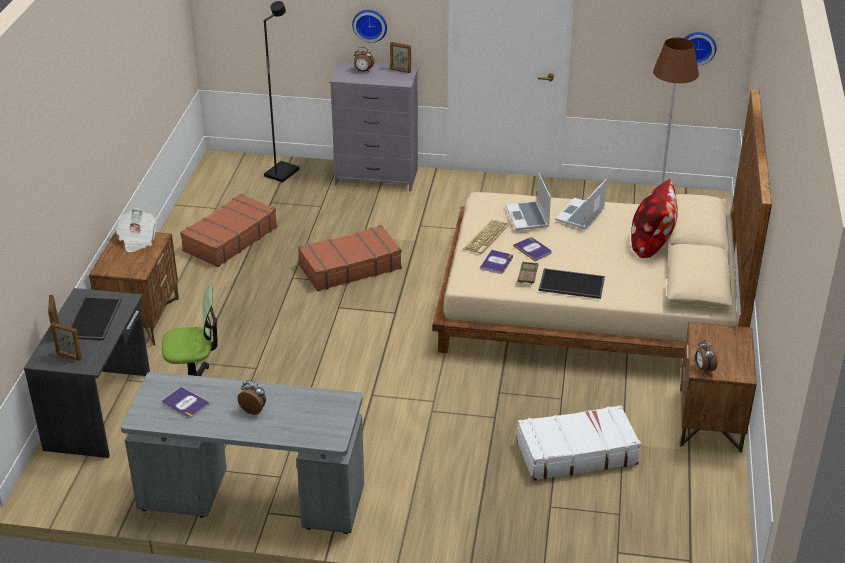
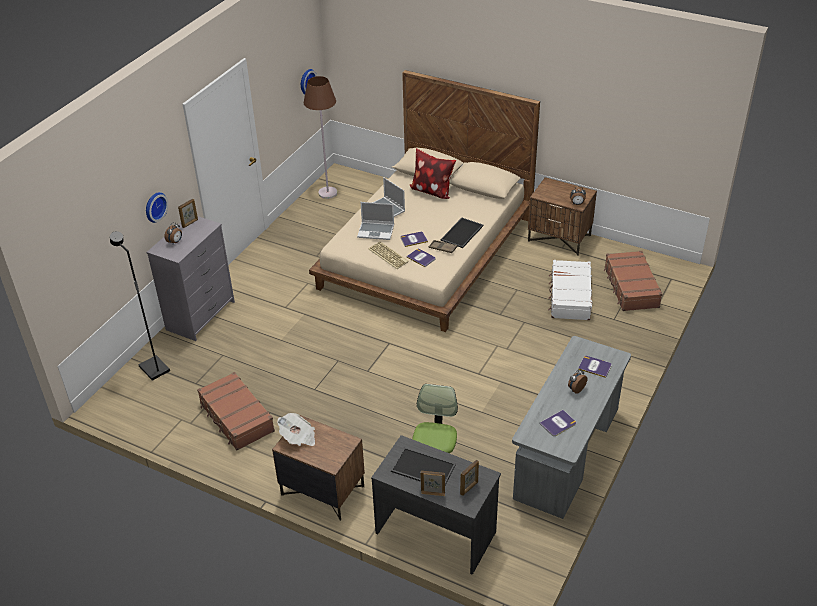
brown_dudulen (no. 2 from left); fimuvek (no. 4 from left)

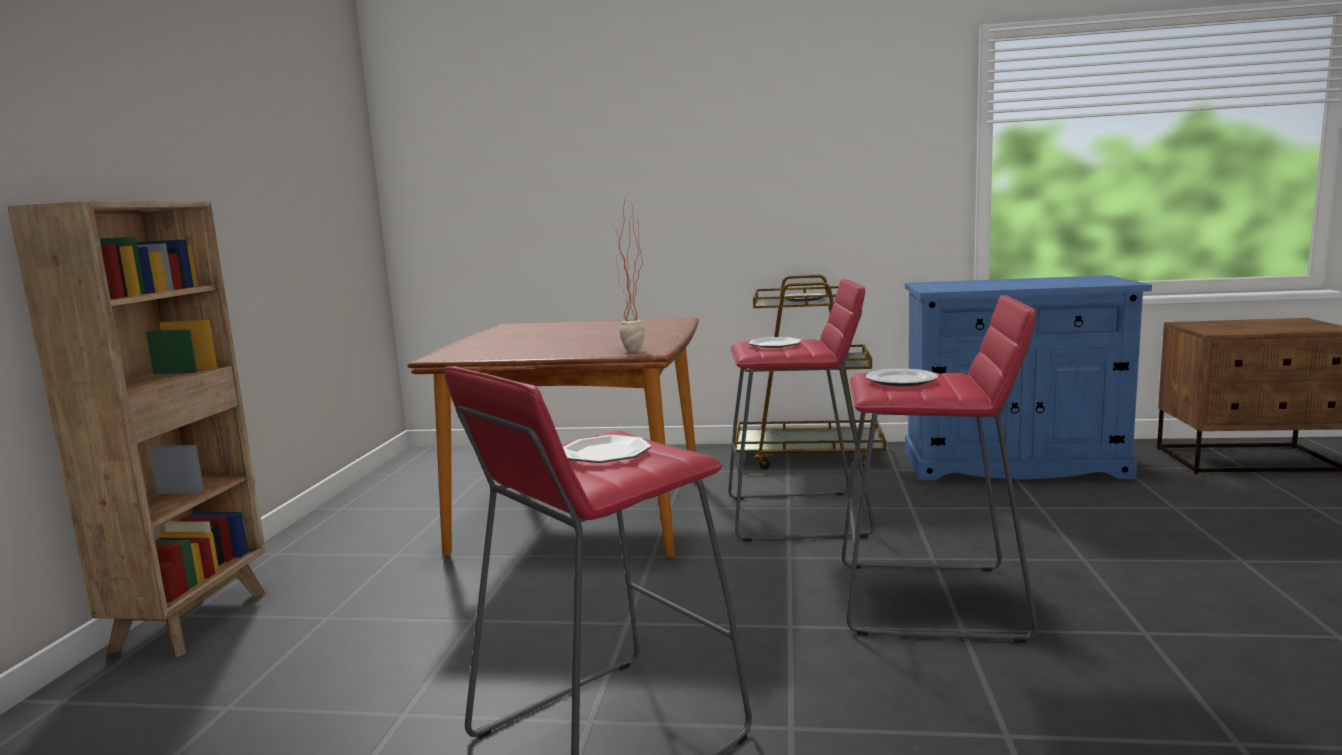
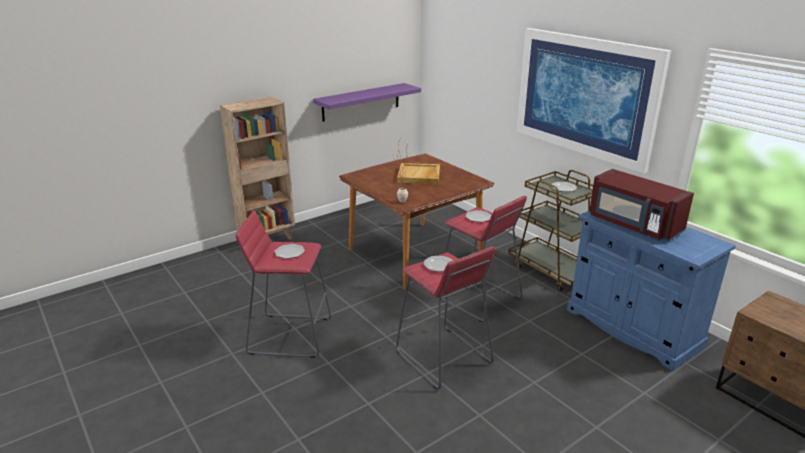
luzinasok; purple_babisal; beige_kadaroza; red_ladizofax

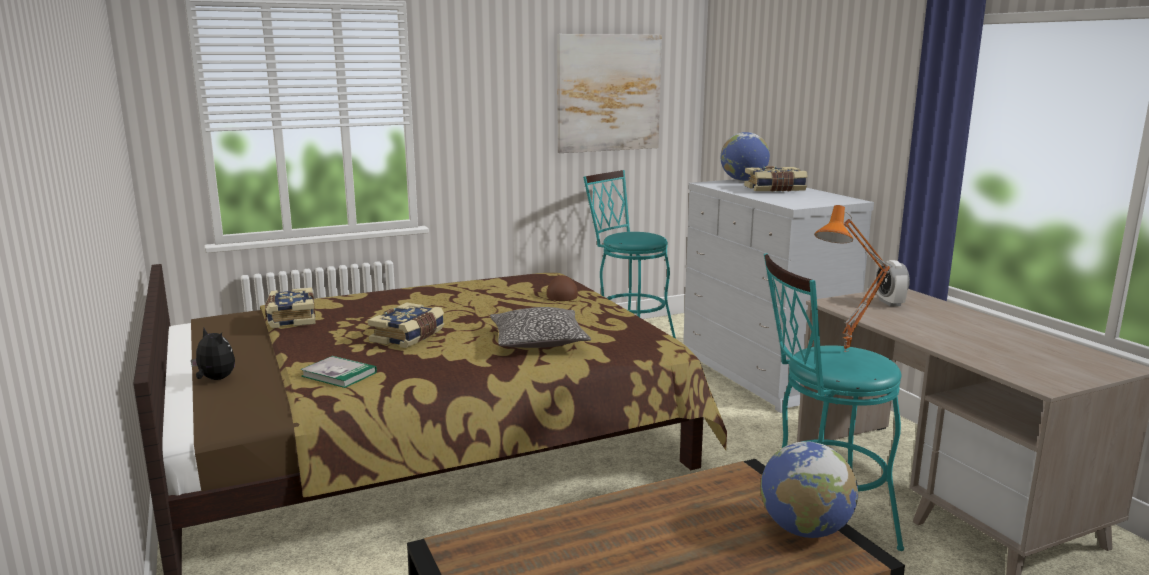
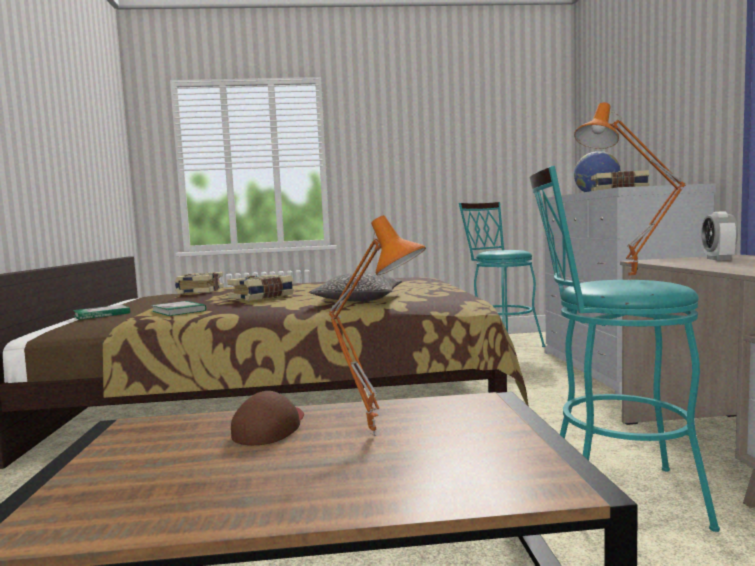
luzinasok; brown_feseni; fimuvek (no. 1 from left); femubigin (no. 2 from left in the first image); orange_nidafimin (no. 1 from left)

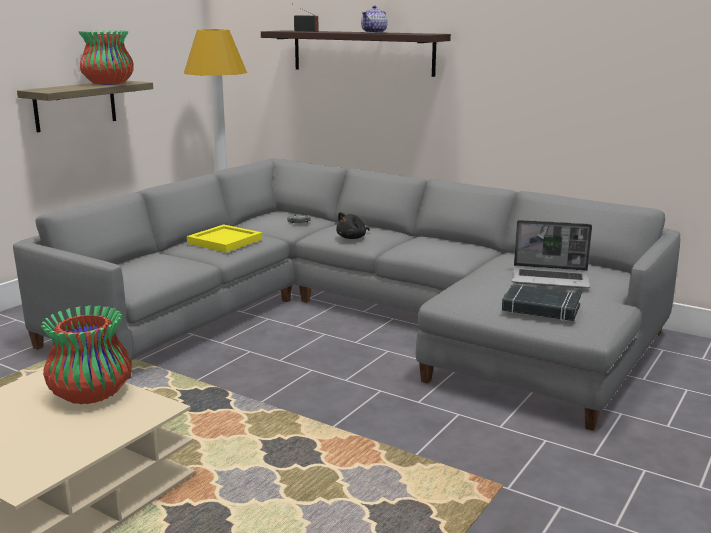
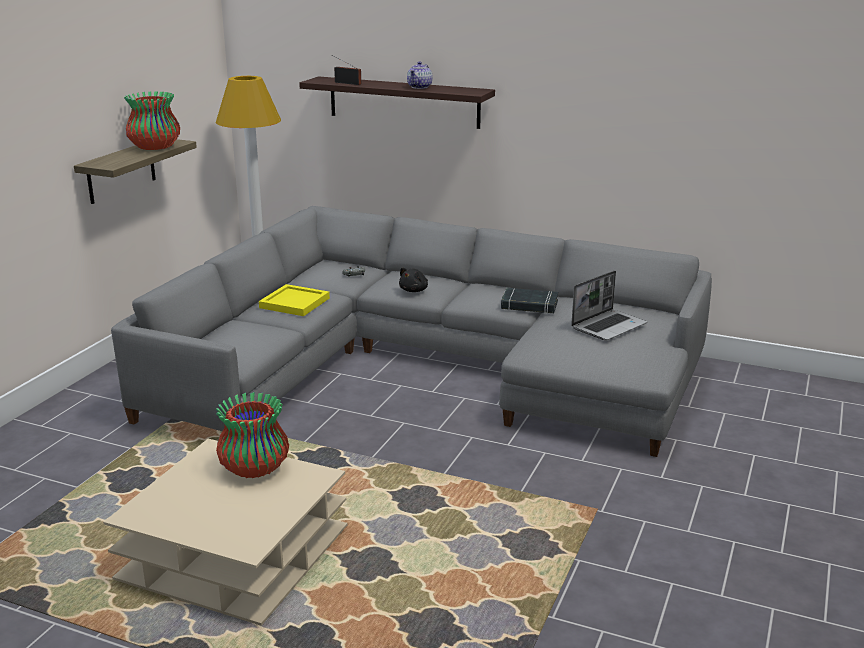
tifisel; black_fimuvek

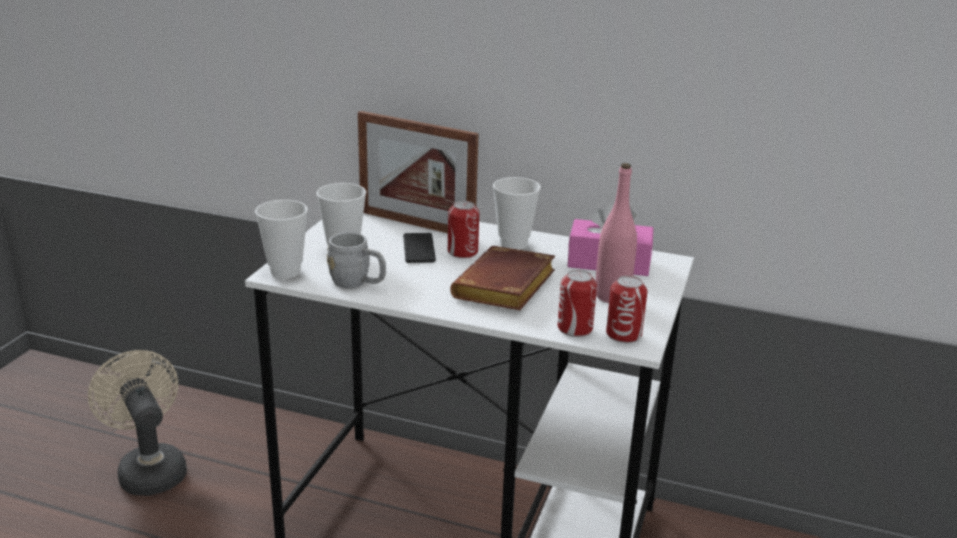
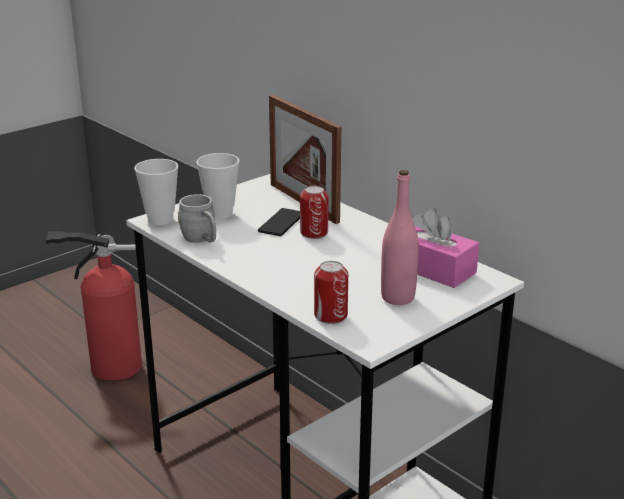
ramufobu (no. 3 from left in the first image); brown_fimuvek; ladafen (no. 3 from left in the first image); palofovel

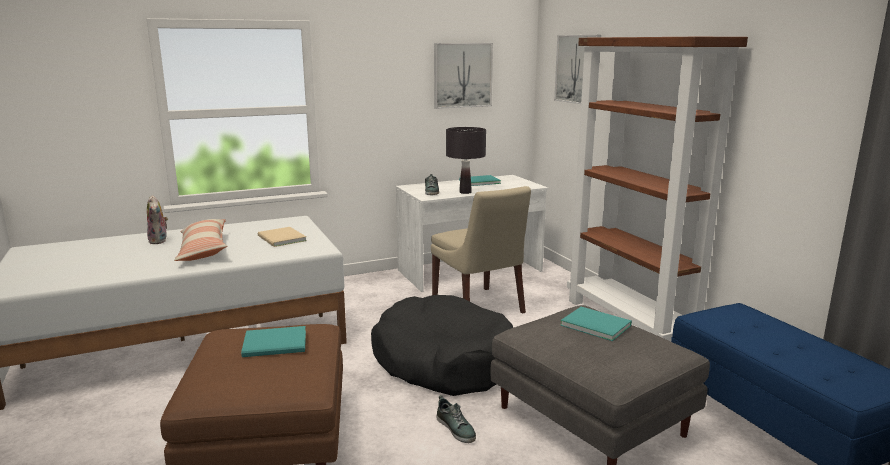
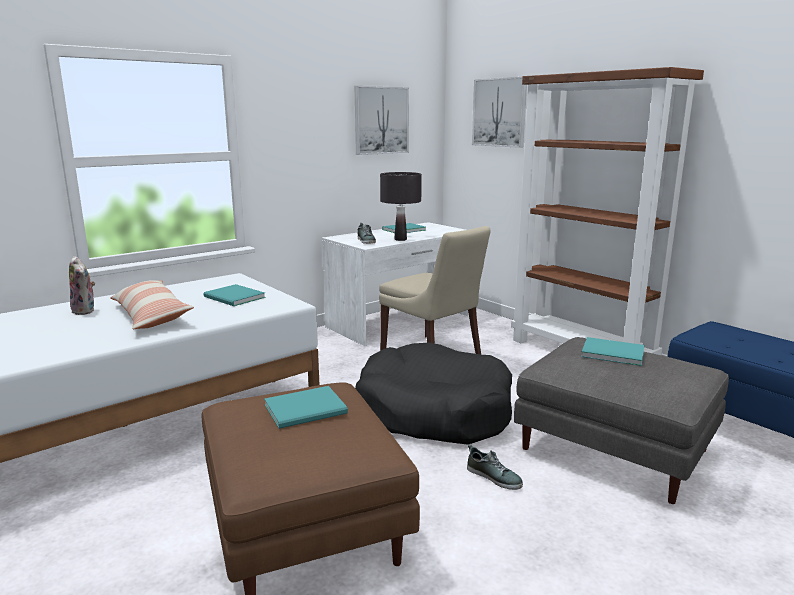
turquoise_fimuvek (no. 1 from left)

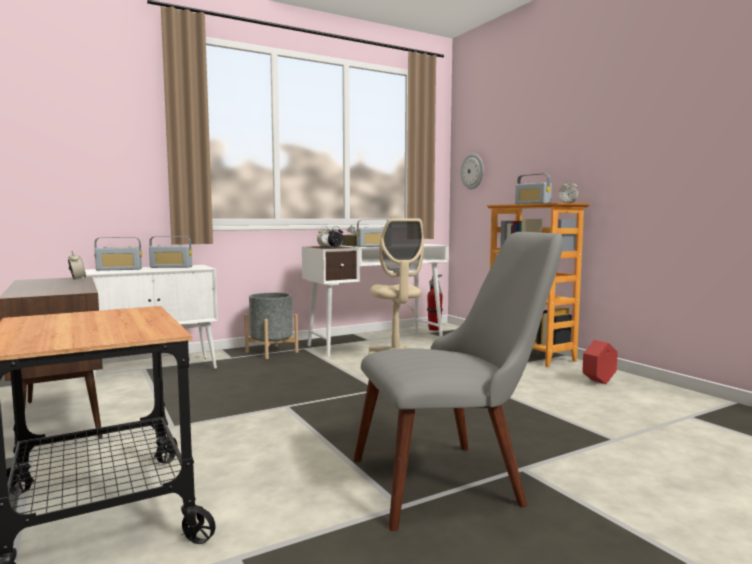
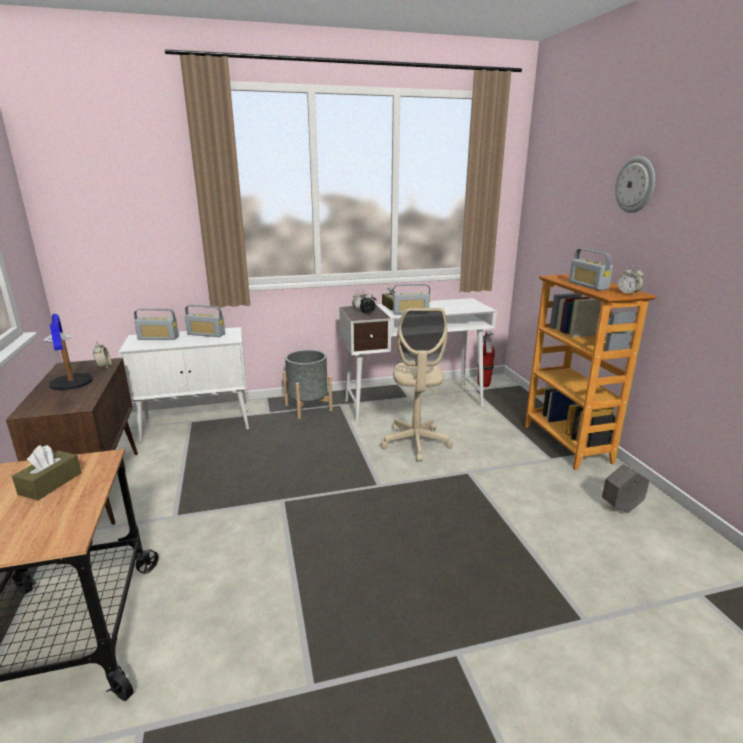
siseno; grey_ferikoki; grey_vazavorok (no. 2 from left); nidafimin; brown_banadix (no. 1 from left)

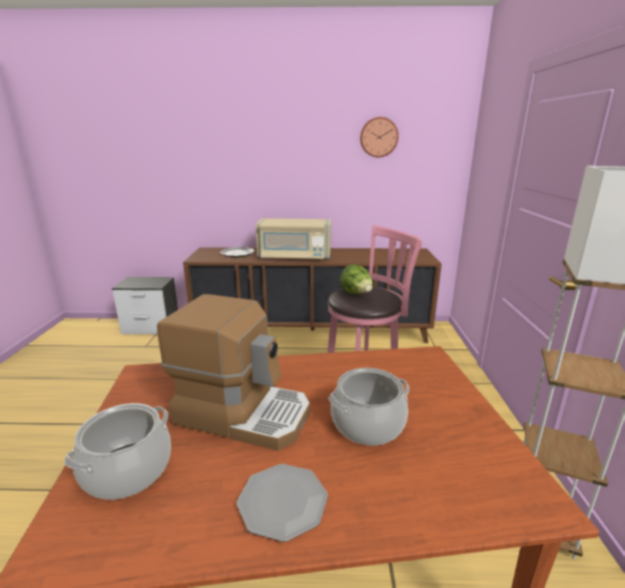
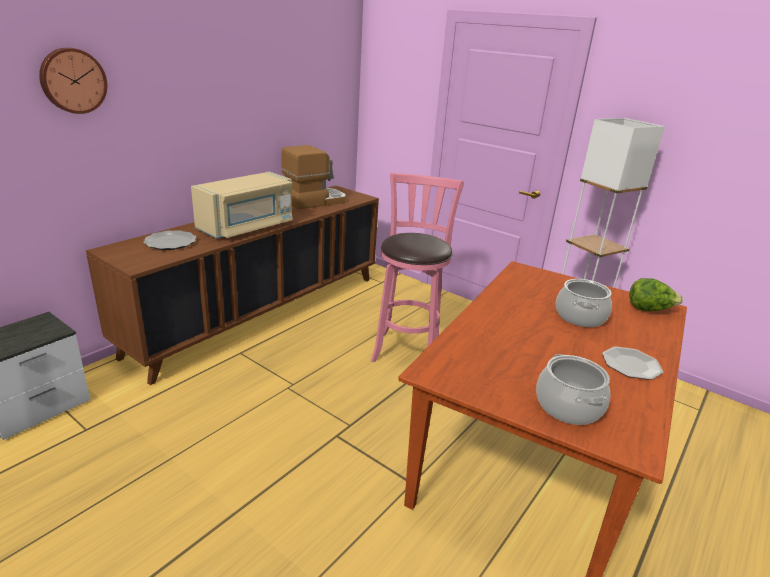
siseno; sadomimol; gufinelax

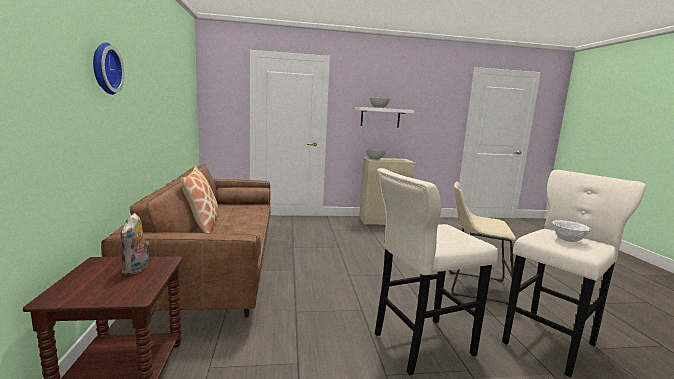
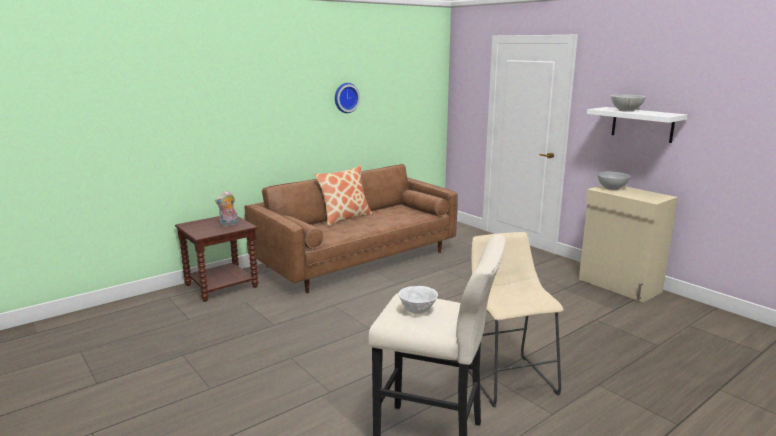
siseno; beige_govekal (no. 1 from left in the first image)

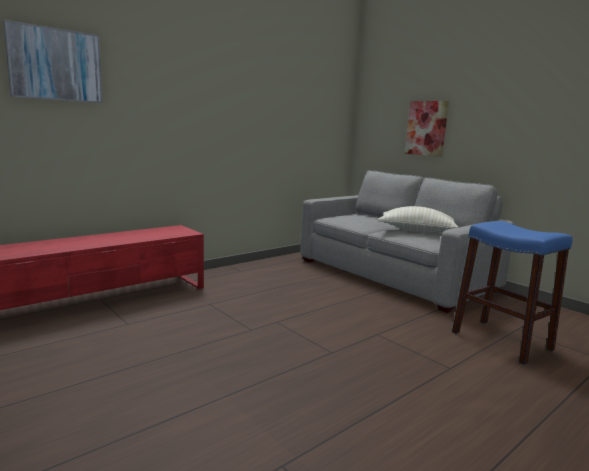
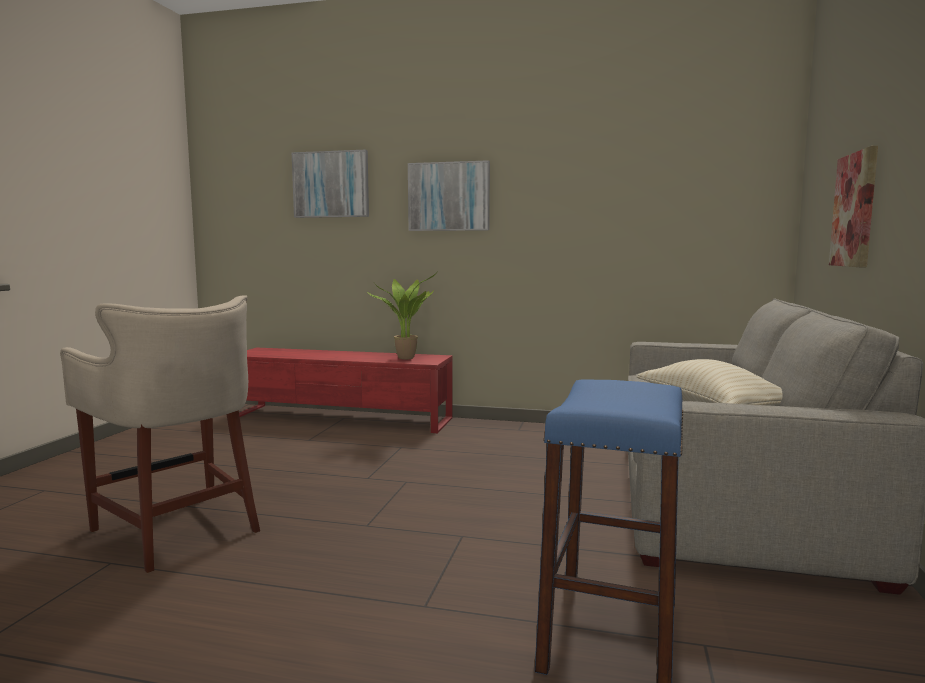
luzinasok (no. 2 from left); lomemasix; beige_govekal

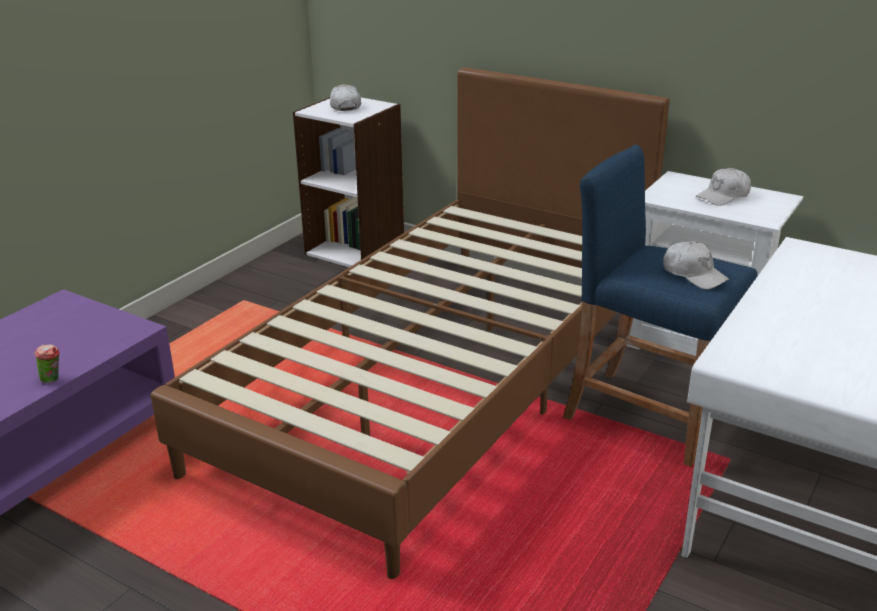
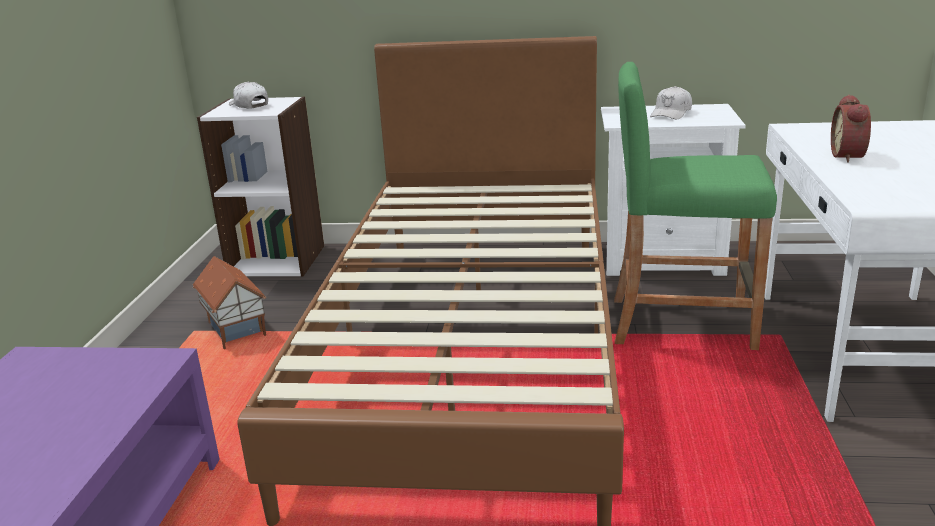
green_govekal; white_feseni (no. 2 from left in the first image); ramufobu; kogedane; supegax

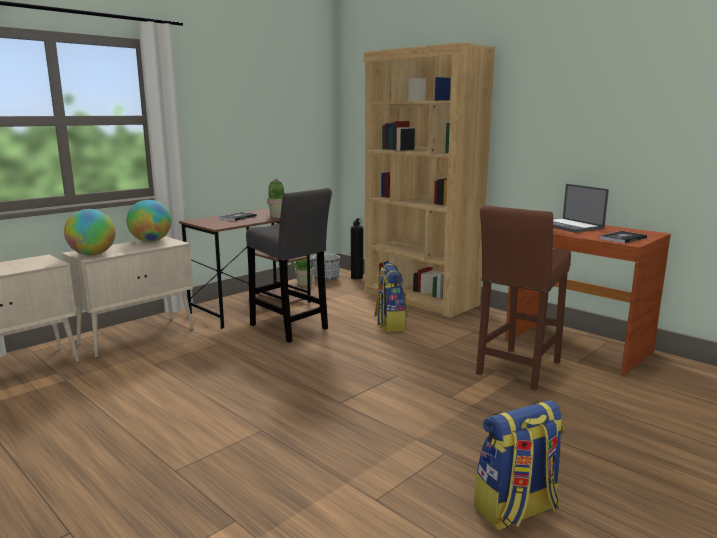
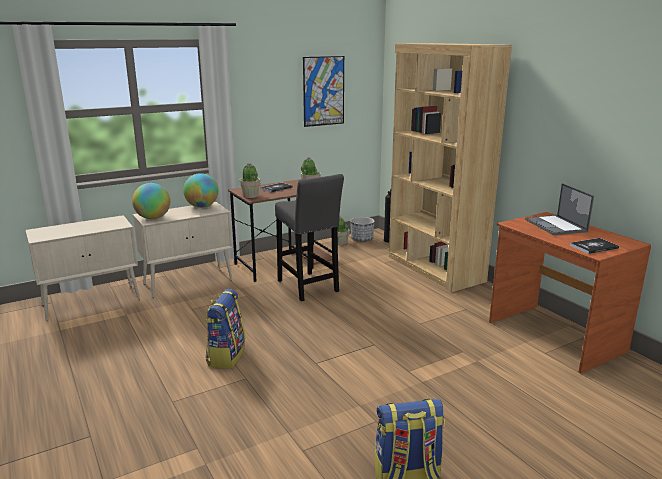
brown_govekal; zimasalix (no. 1 from left); luzinasok; lomemasix (no. 1 from left)

